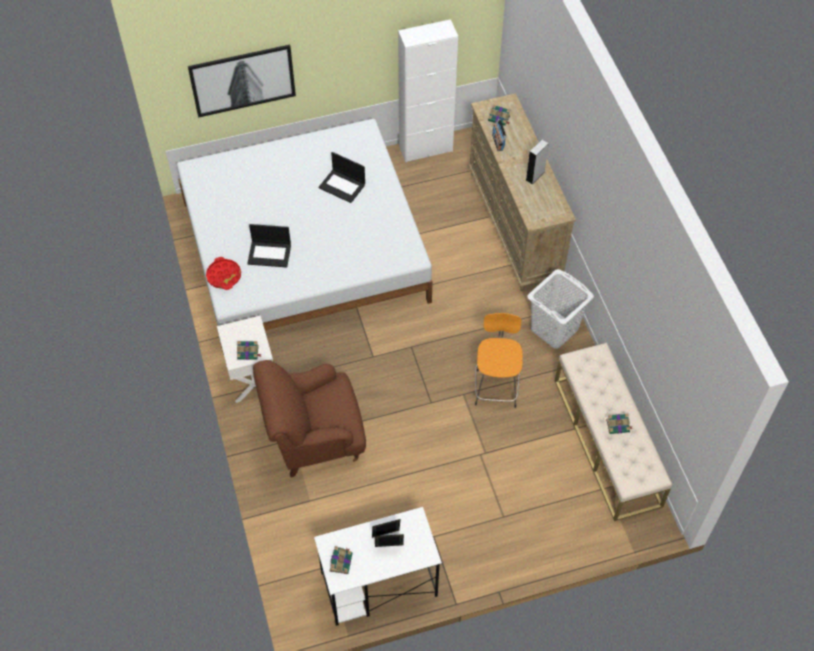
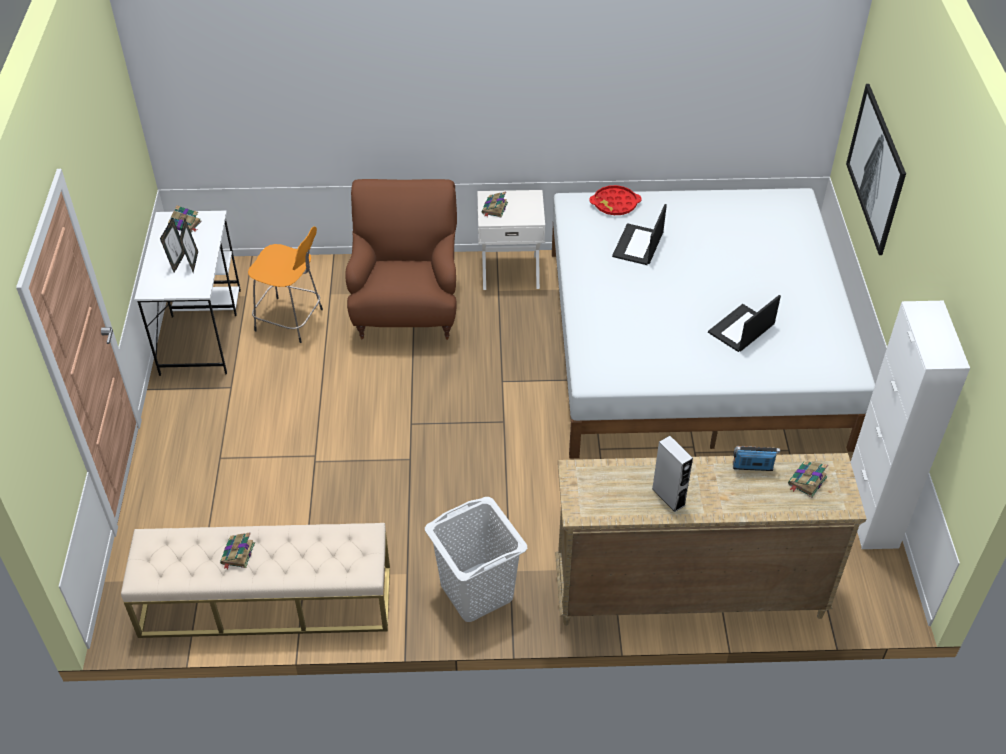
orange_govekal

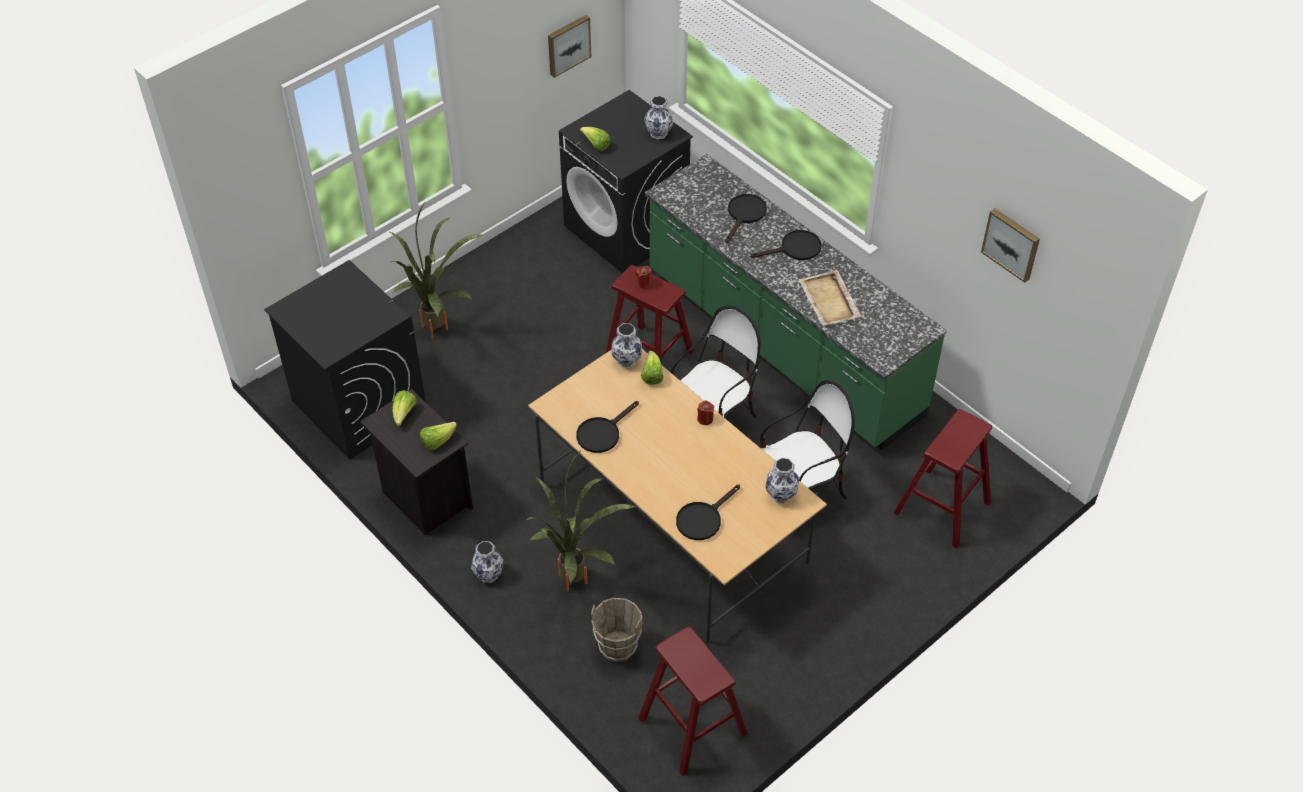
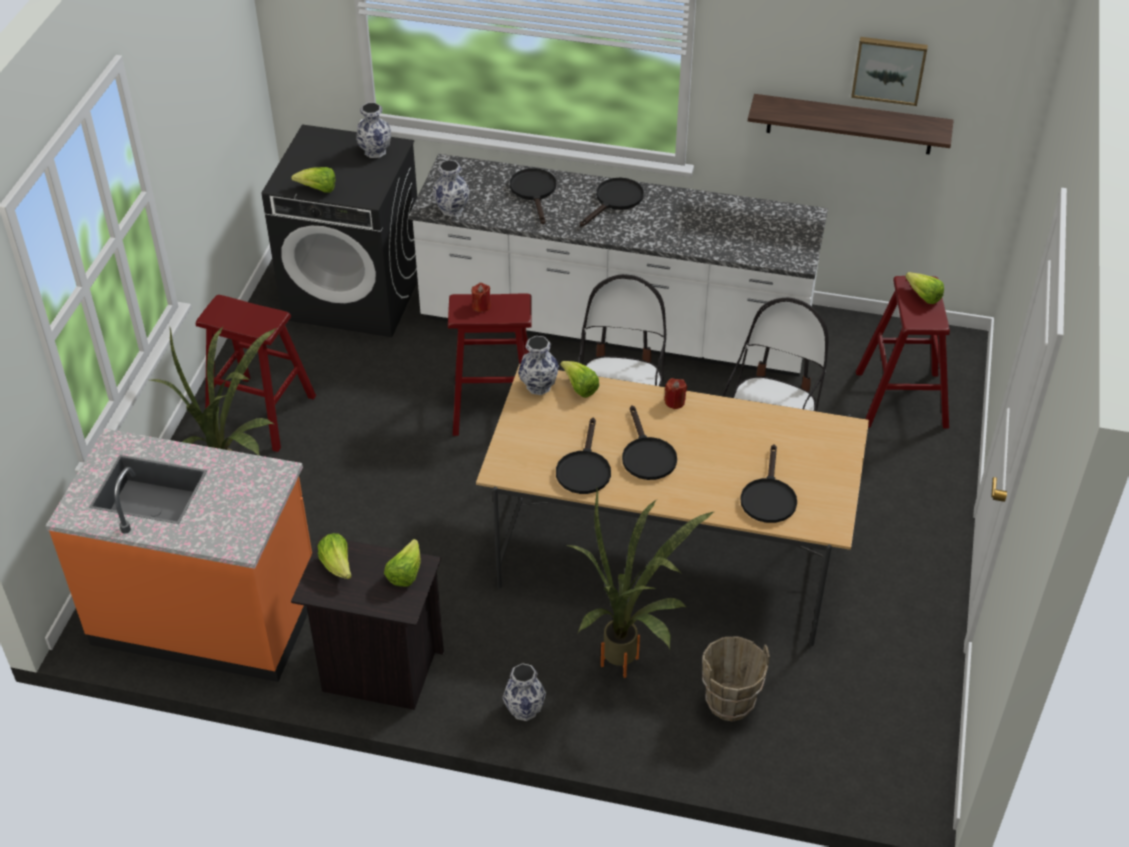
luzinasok (no. 1 from left in the first image); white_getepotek; orange_getepotek; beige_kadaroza; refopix (no. 2 from left); red_govekal (no. 1 from left); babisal; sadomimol (no. 5 from left); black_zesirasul (no. 4 from left)

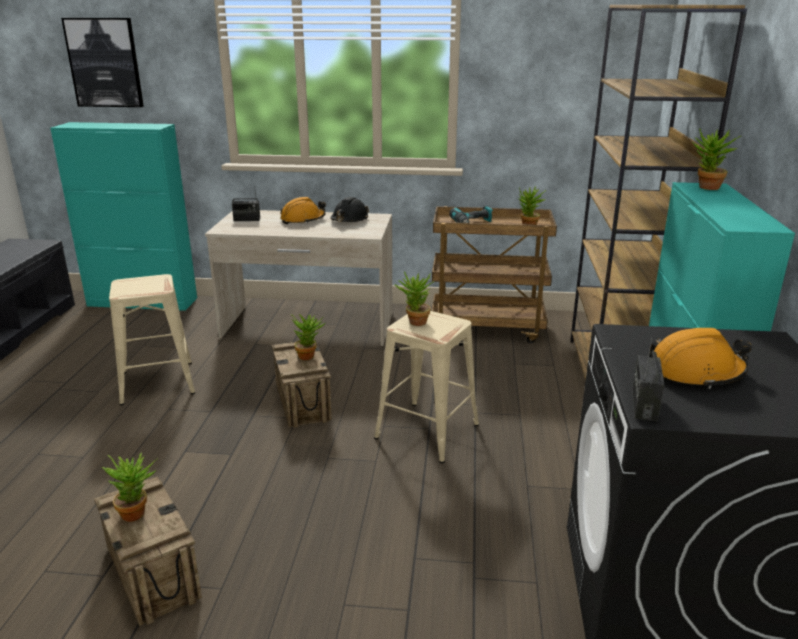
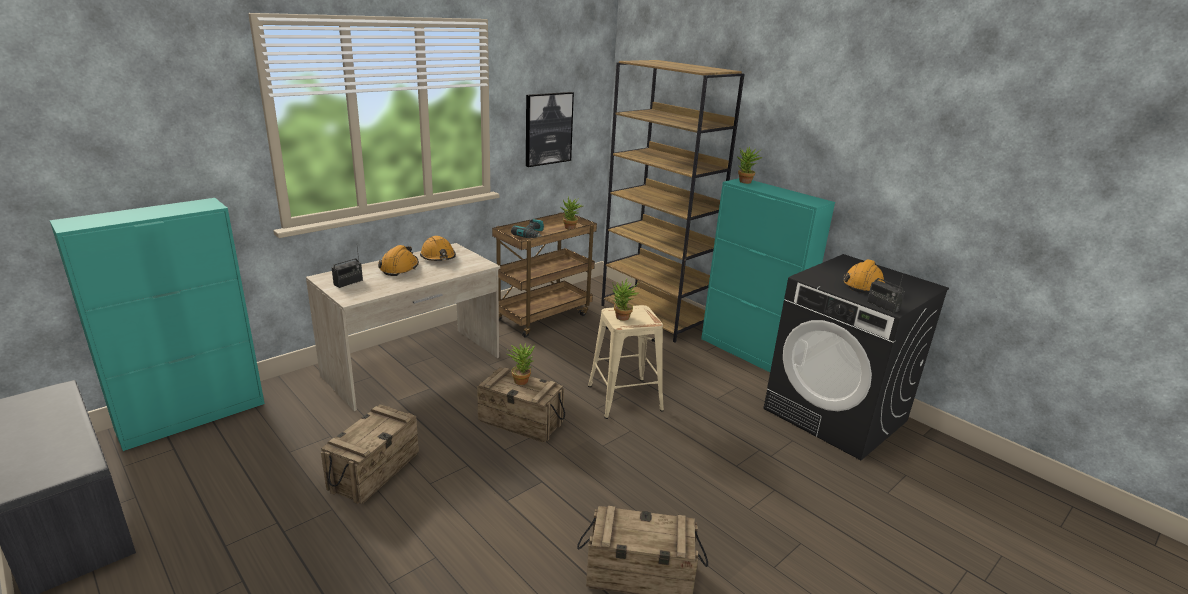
luzinasok; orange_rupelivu (no. 2 from left); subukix (no. 1 from left); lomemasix (no. 1 from left in the first image)

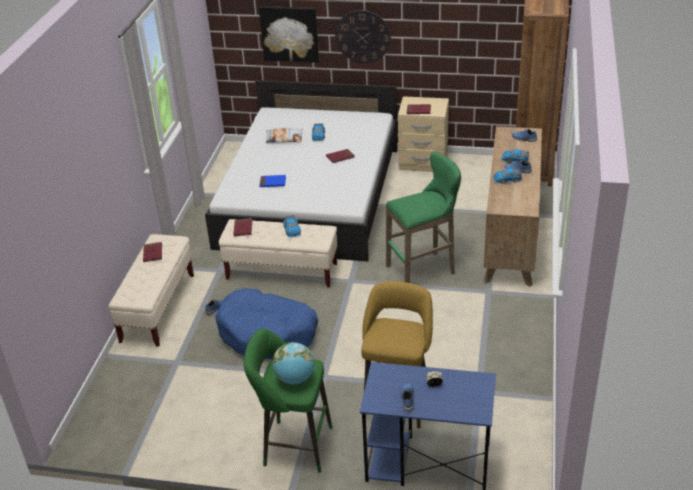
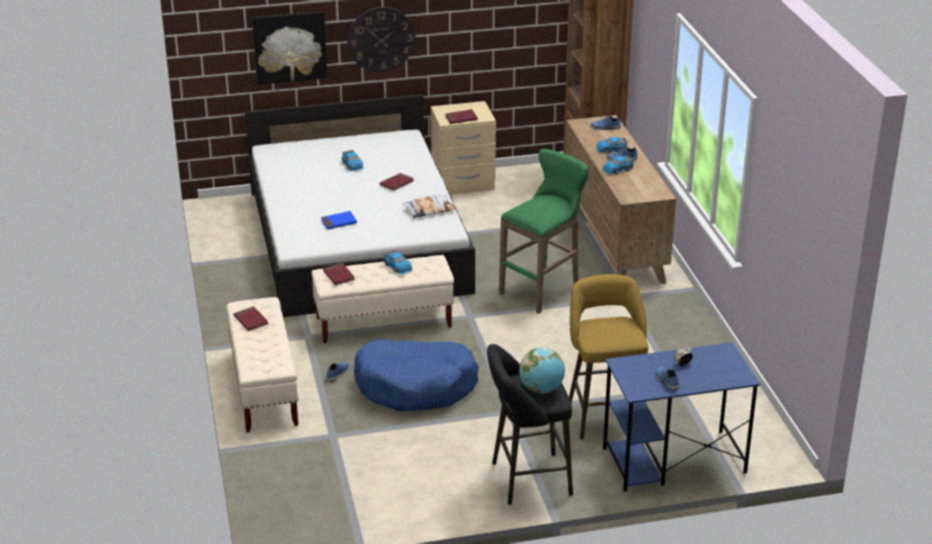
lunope; black_govekal

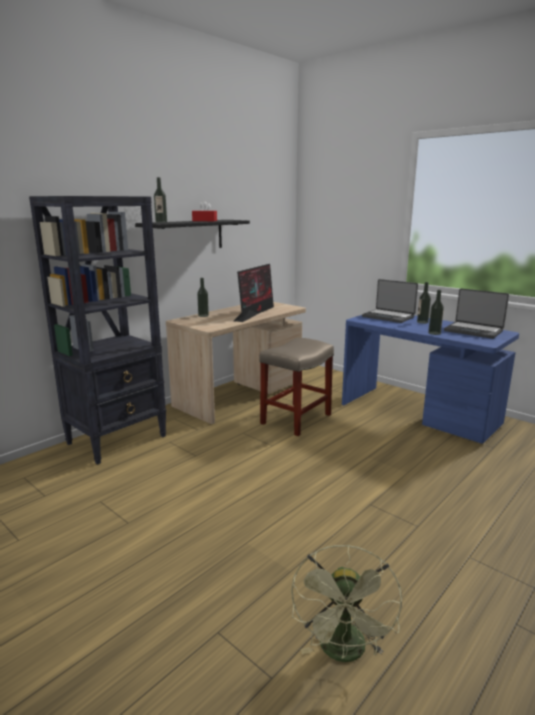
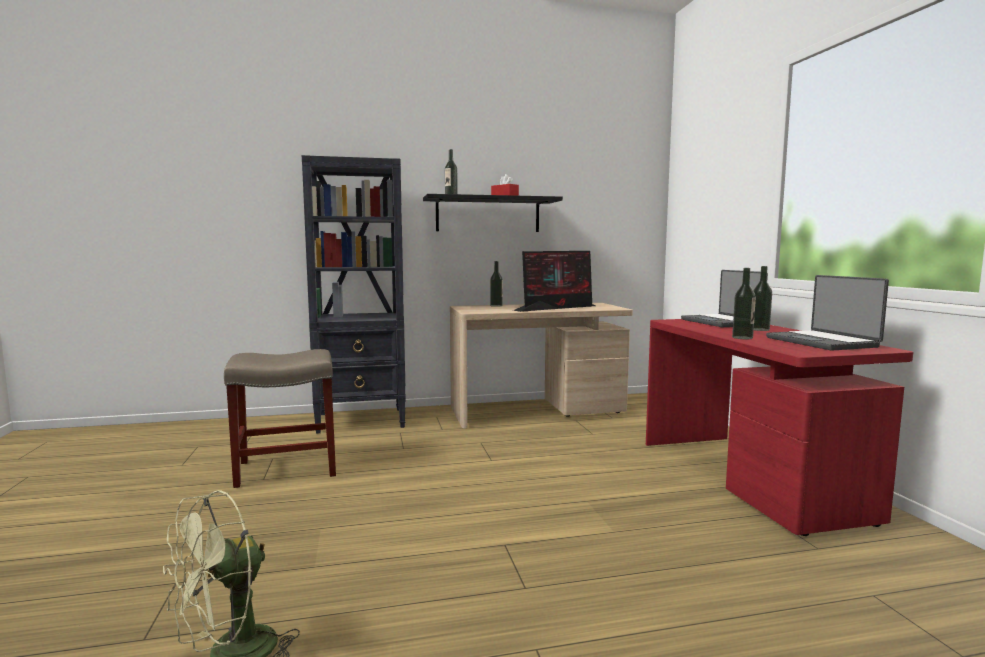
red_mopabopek; beige_govekal

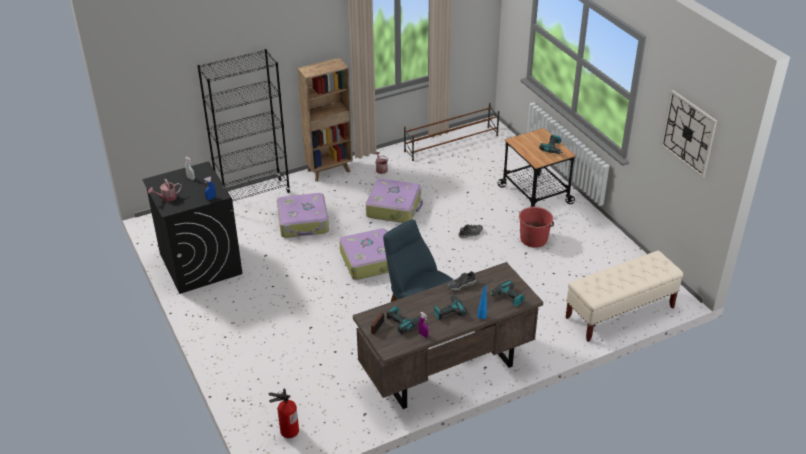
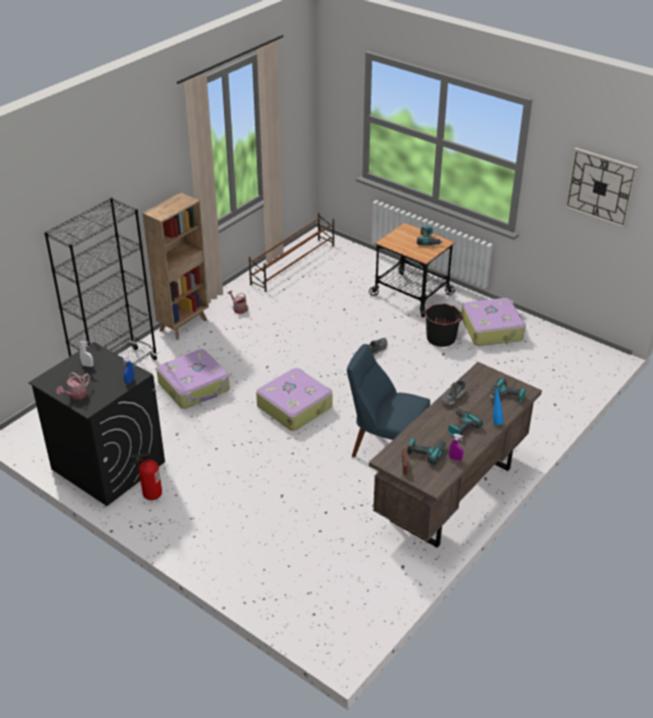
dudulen (no. 3 from left); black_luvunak; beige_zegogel; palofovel

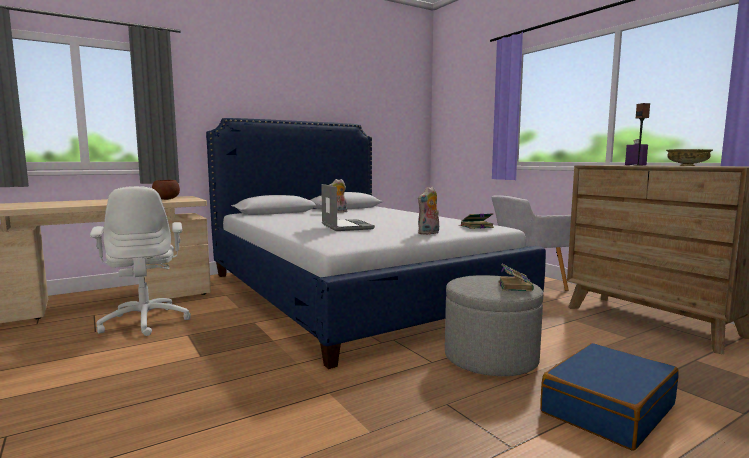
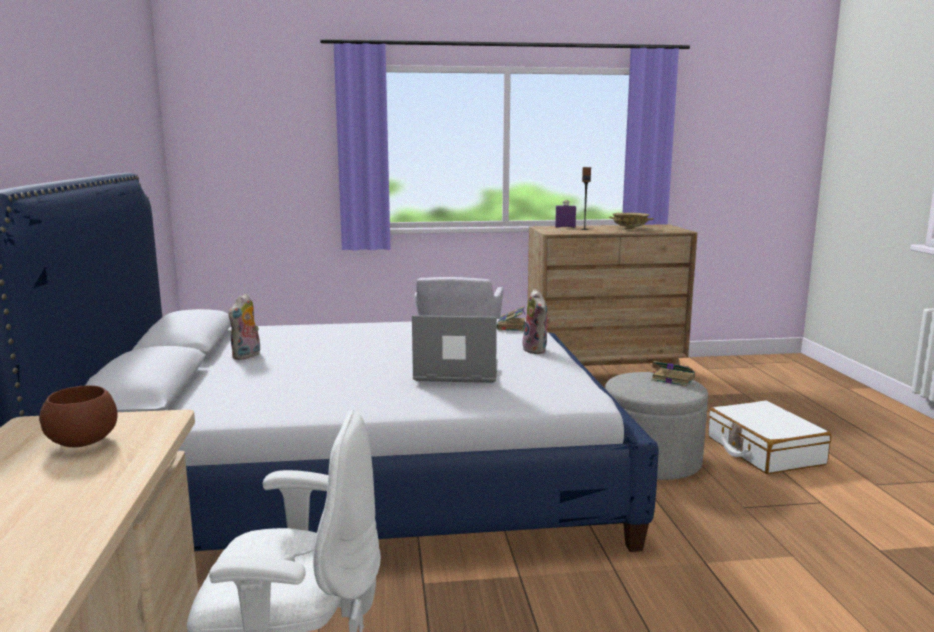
white_dudulen

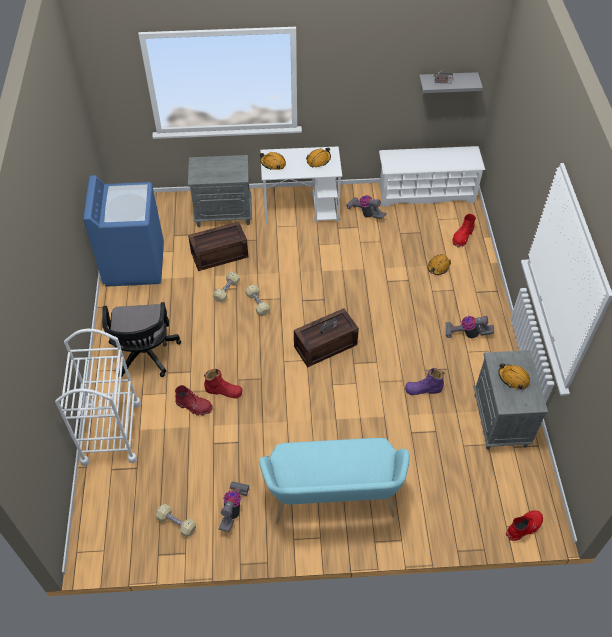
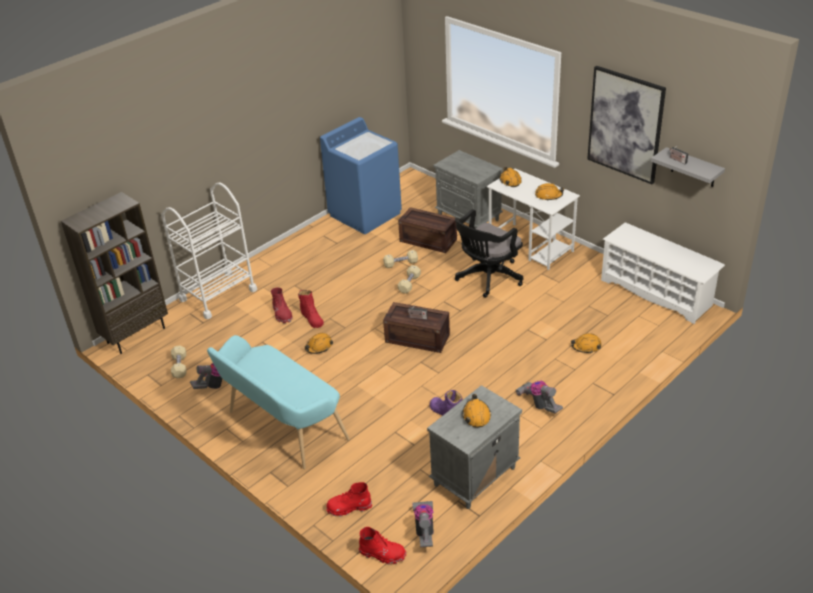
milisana (no. 2 from left); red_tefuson (no. 3 from left); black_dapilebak; luzinasok; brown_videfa; orange_rupelivu (no. 1 from left)

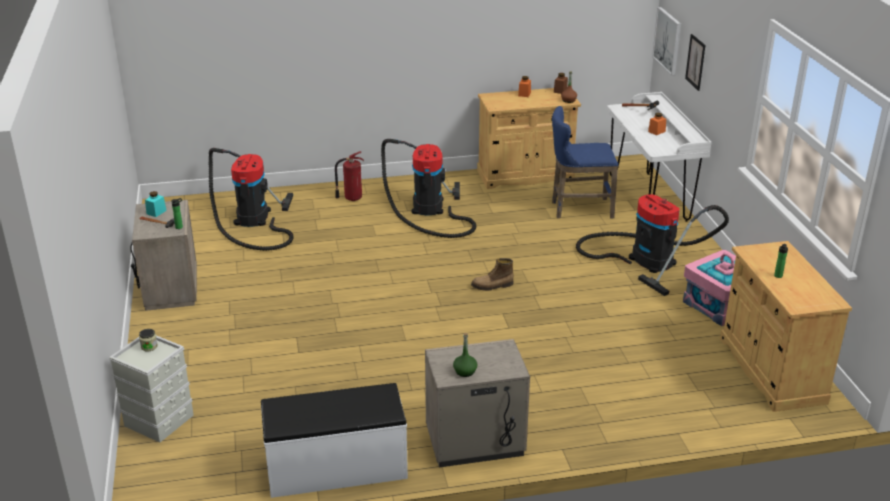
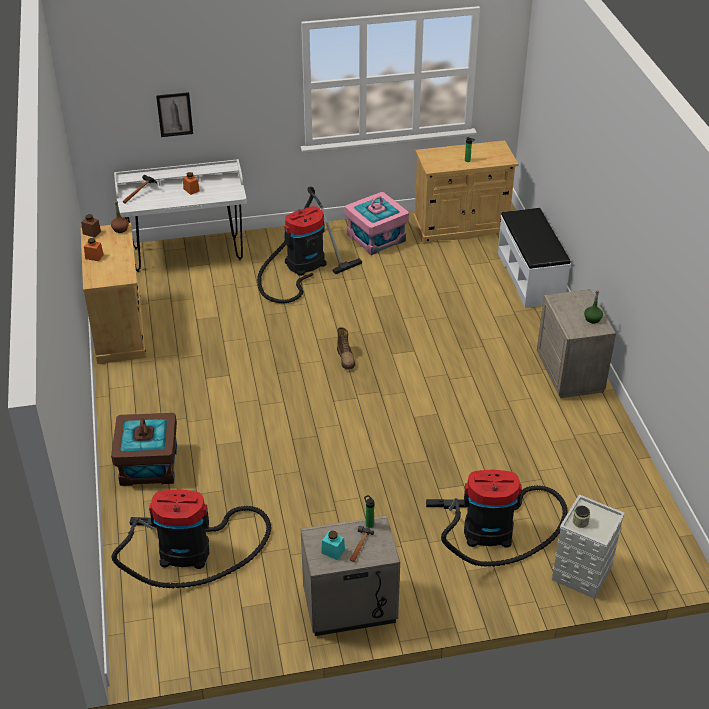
luzinasok (no. 1 from left in the first image); blue_govekal; milisana (no. 3 from left); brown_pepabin; white_zegogel

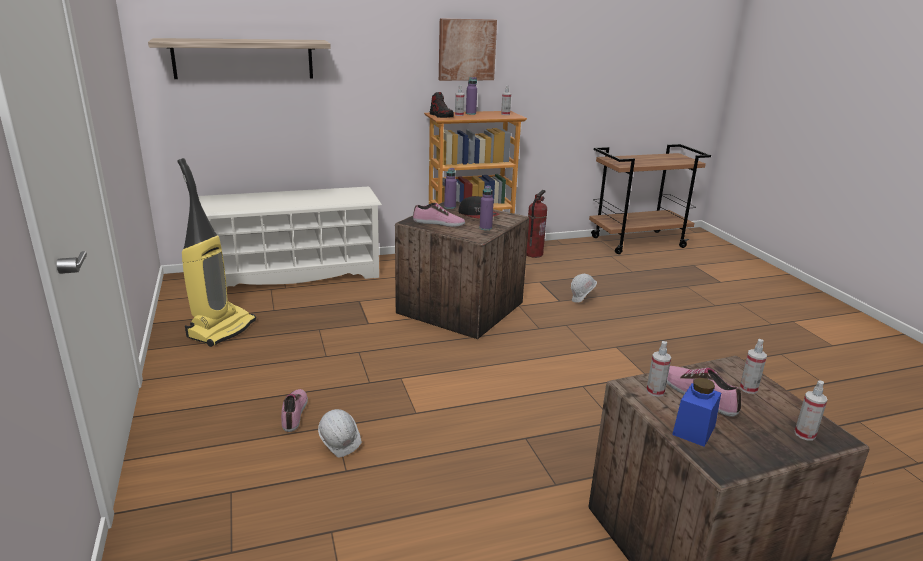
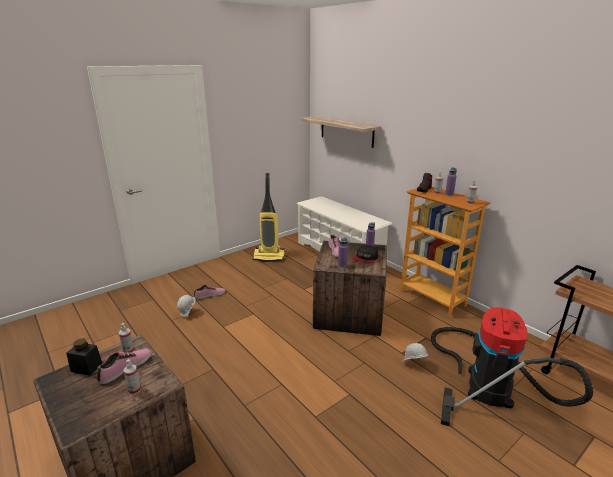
luzinasok; palofovel; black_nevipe; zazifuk (no. 5 from left in the first image); milisana (no. 2 from left)

